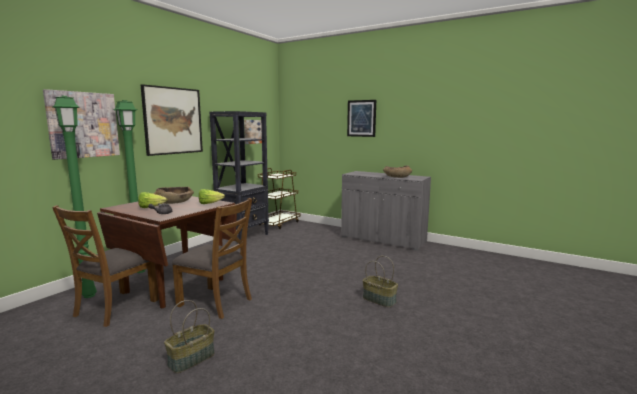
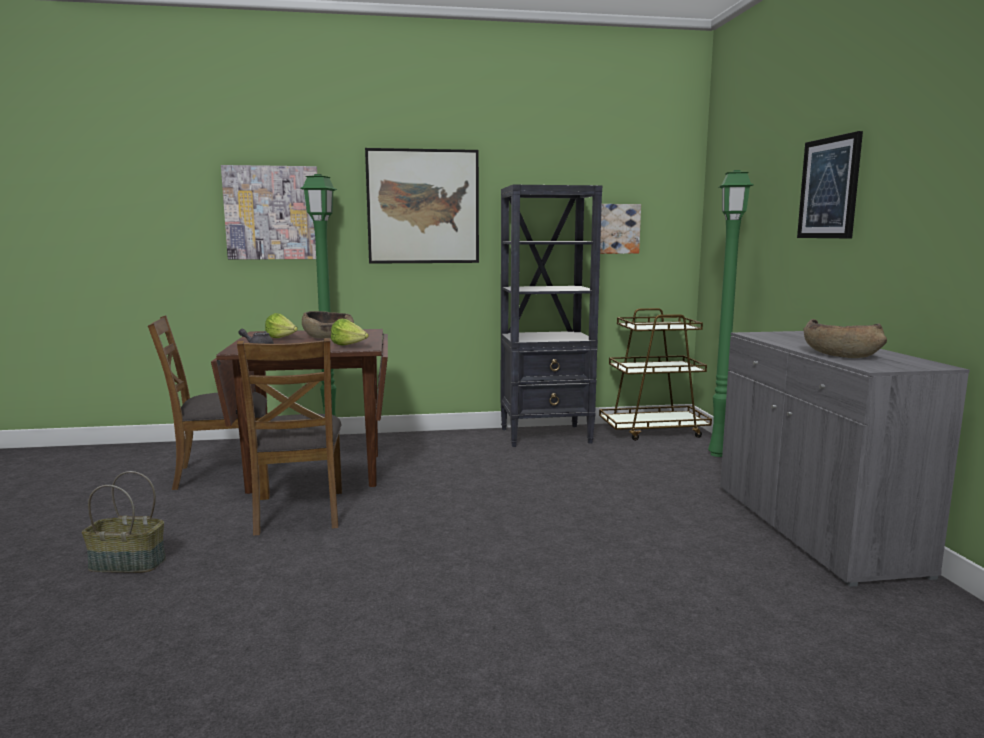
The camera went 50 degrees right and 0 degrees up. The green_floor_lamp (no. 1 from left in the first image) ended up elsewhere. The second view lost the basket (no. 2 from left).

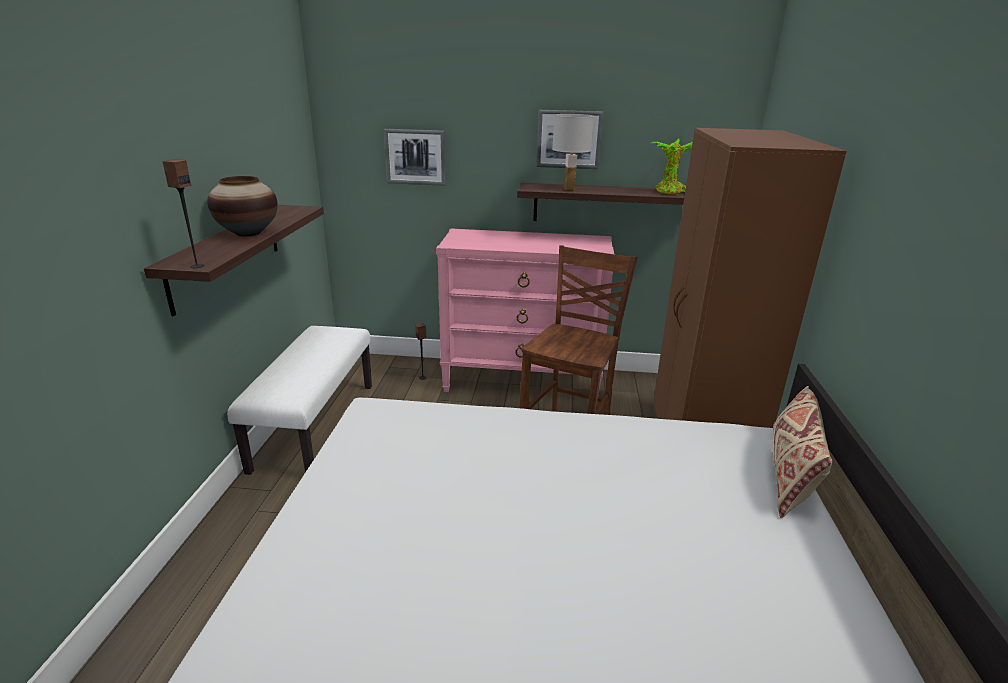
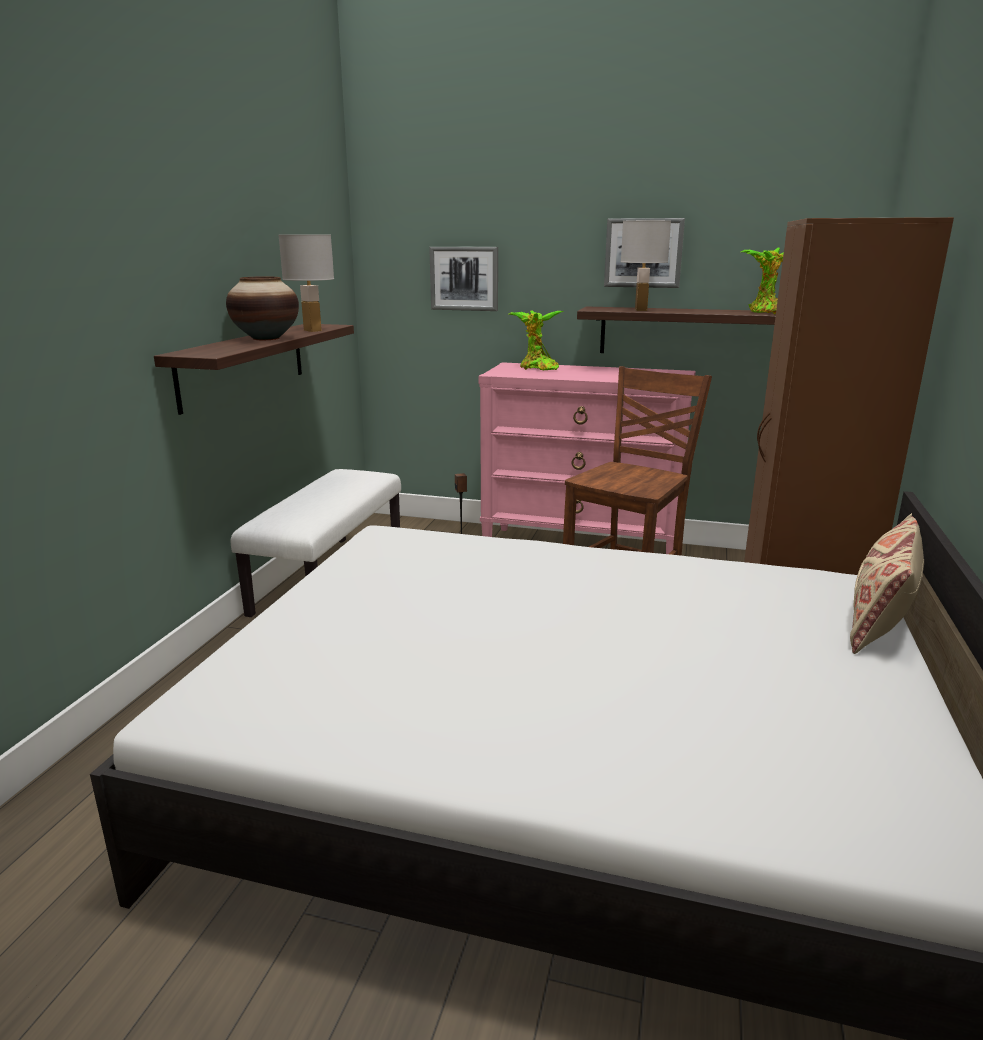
The camera went 10 degrees right and 5 degrees down. The second view lost the speaker (no. 1 from left). The second view gained the white_table_lamp (no. 1 from left). The second view gained the potted_plant (no. 1 from left).

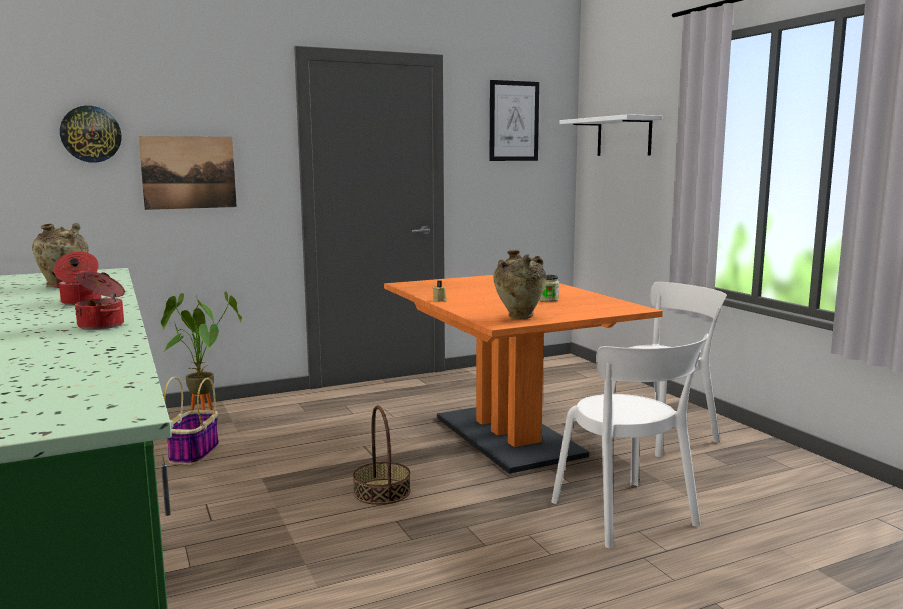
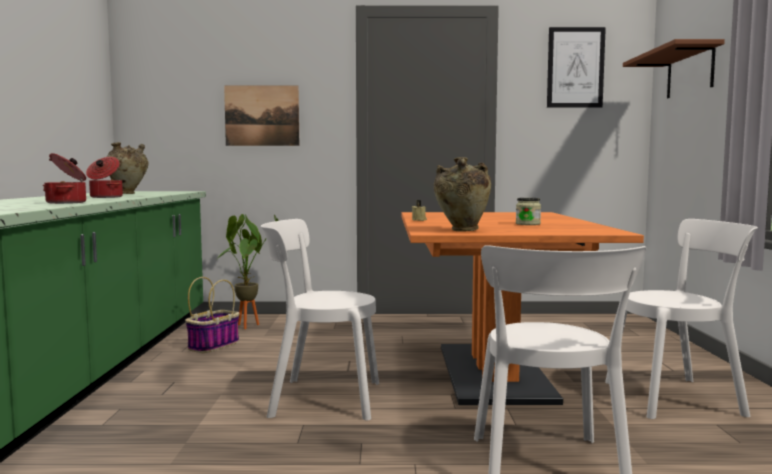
The camera went 25 degrees right and 5 degrees down. The second view lost the wall_clock. What was the white_shelf turned into the brown_shelf. Where the basket (no. 2 from left) stood, the white_chair (no. 1 from left) came to stand.

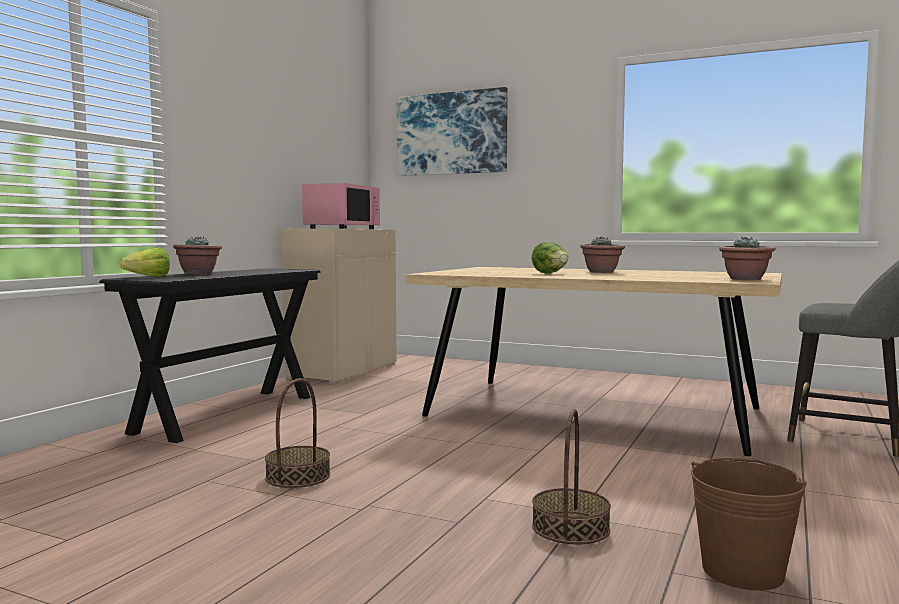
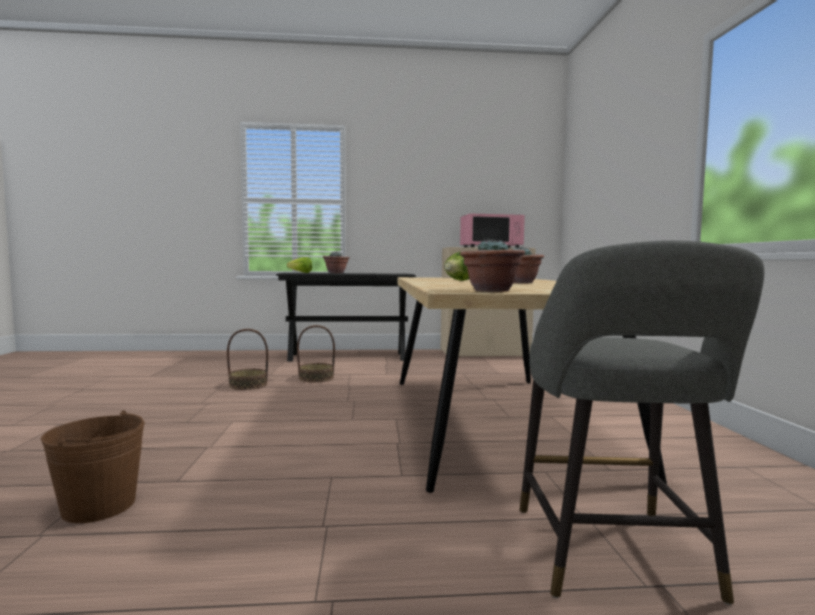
The camera went 60 degrees right and 0 degrees up. The second view lost the picture. The basket (no. 2 from left) ended up elsewhere.

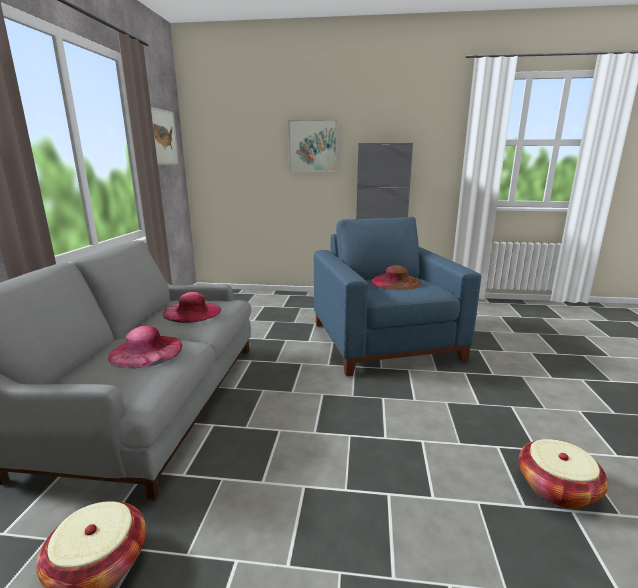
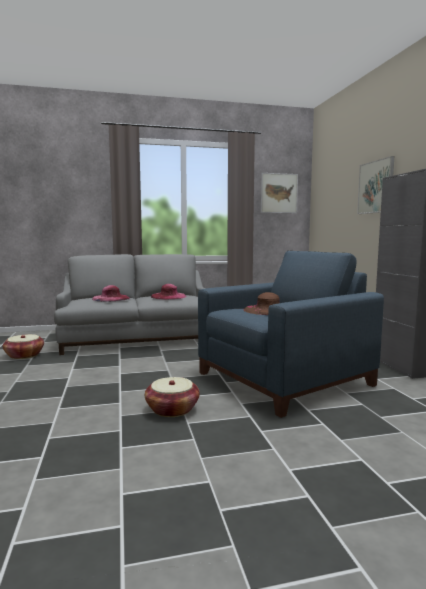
The camera went 70 degrees right and 10 degrees down. The basket (no. 2 from left) ended up elsewhere.

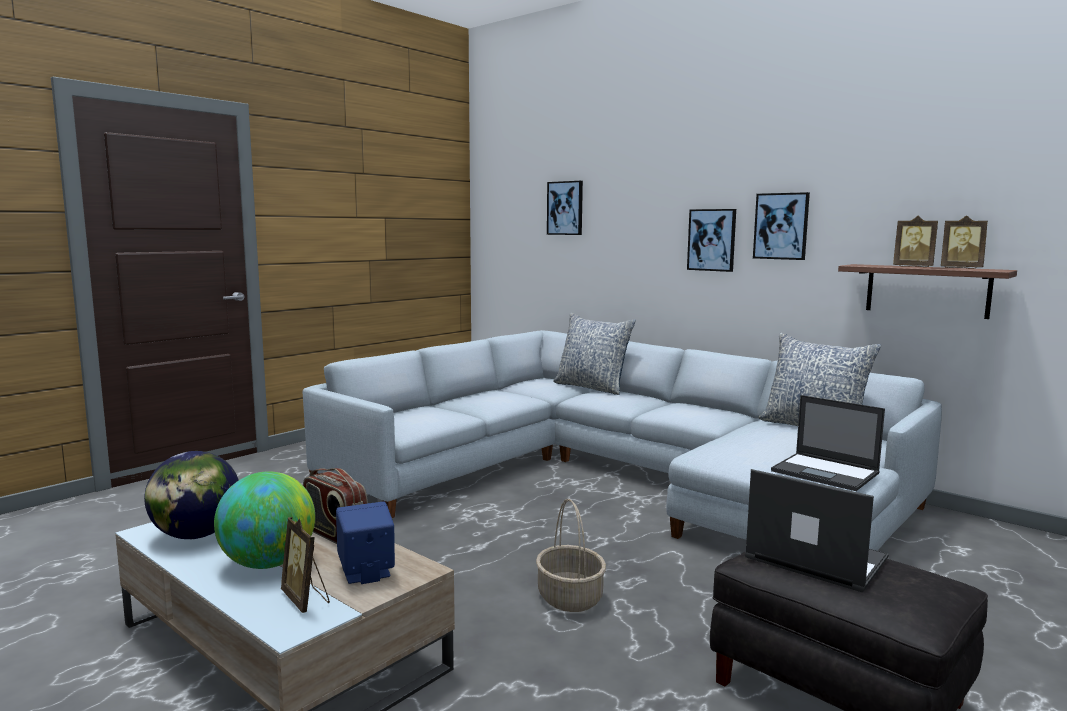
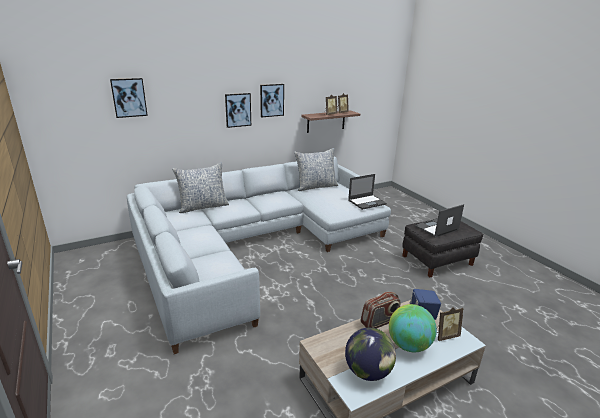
The camera went 70 degrees left and 15 degrees up. The second view lost the basket.

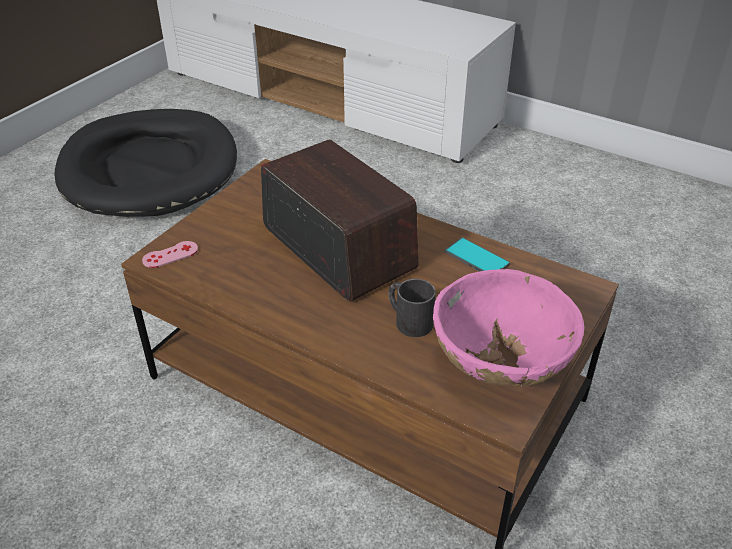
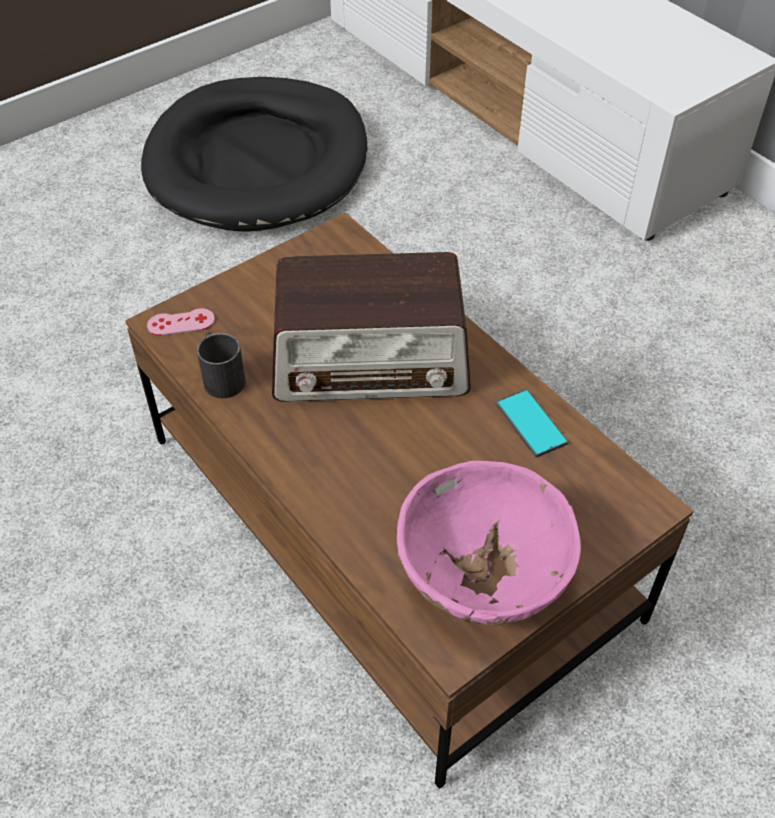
The camera went 20 degrees right and 10 degrees up. The radio ended up facing another way, 105 degrees clockwise from before. The black_mug ended up elsewhere.

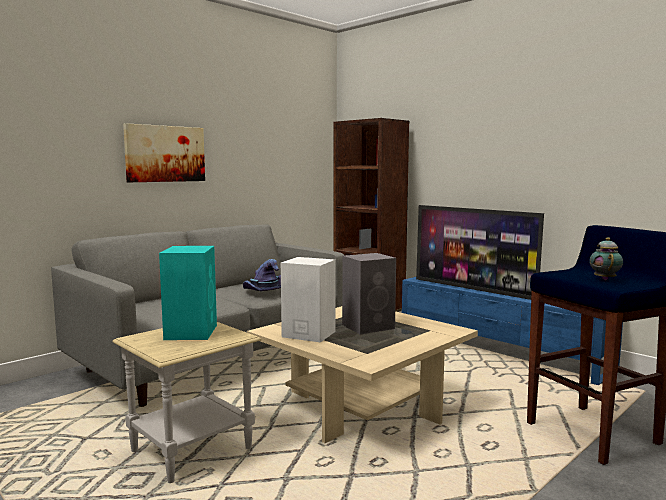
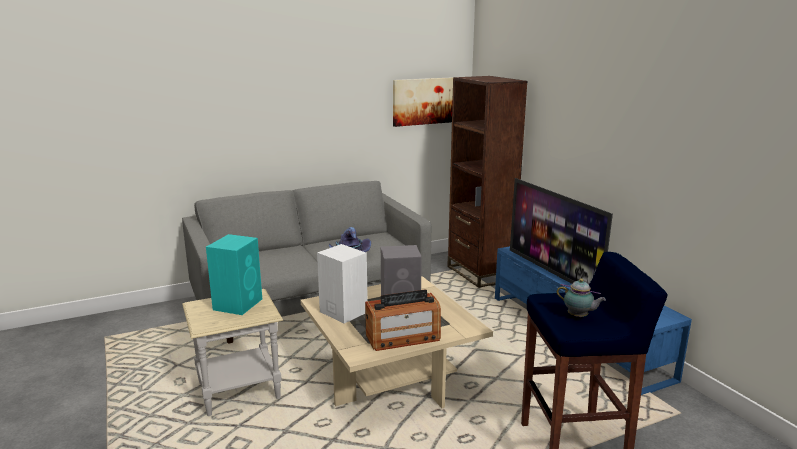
The camera went 20 degrees right and 10 degrees up. The picture ended up elsewhere. The teapot ended up facing another way, 90 degrees clockwise from before. The second view gained the radio.

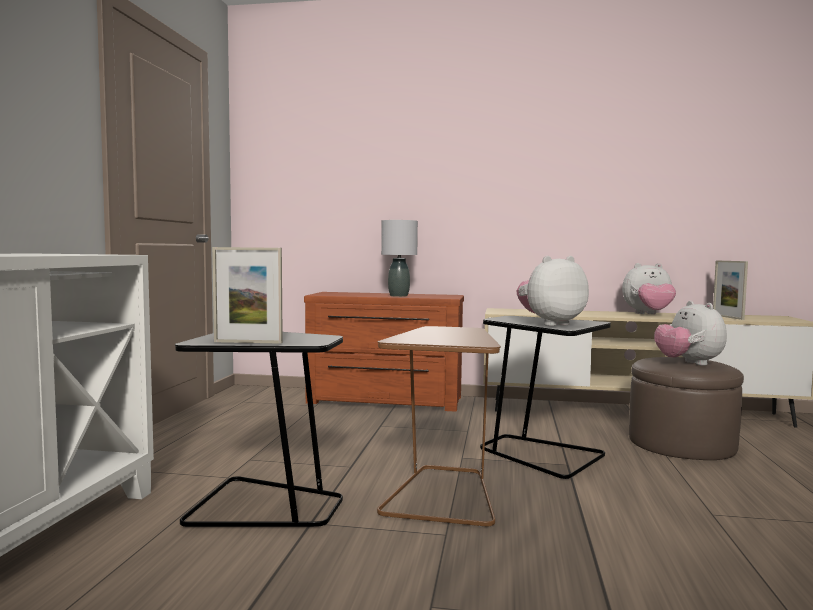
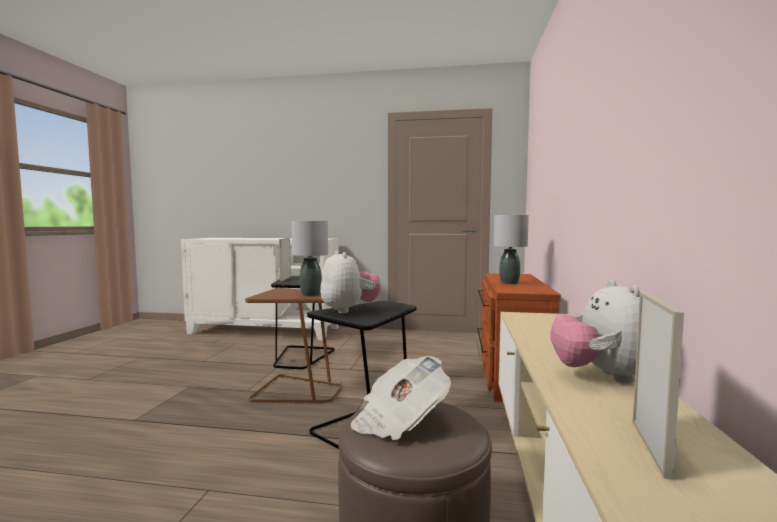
The camera went 90 degrees right and 0 degrees up. The picture_frame (no. 2 from left) ended up facing another way, 120 degrees clockwise from before. Where the plush_toy (no. 3 from left) stood, the newspaper came to stand. The second view gained the grey_table_lamp (no. 1 from left).

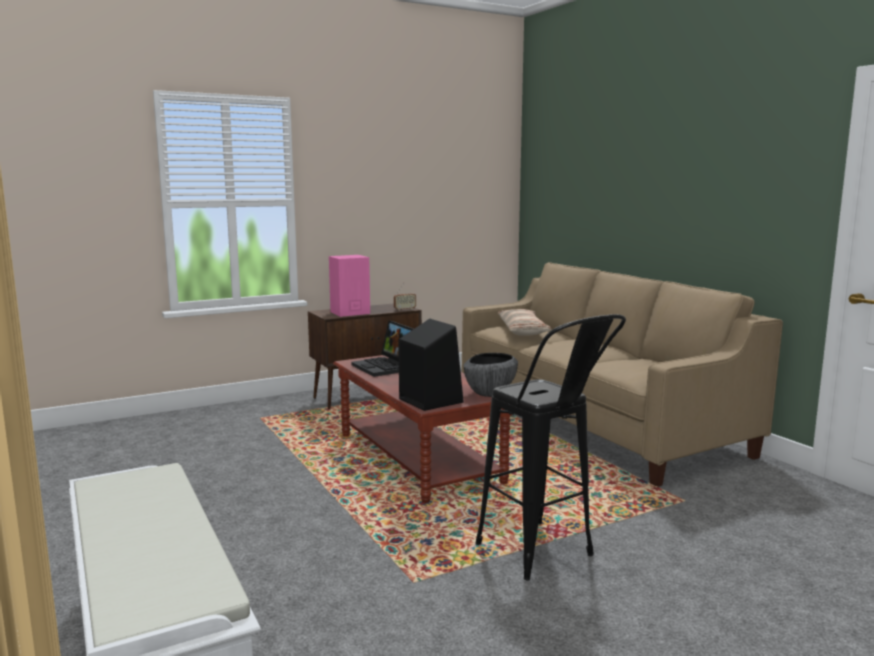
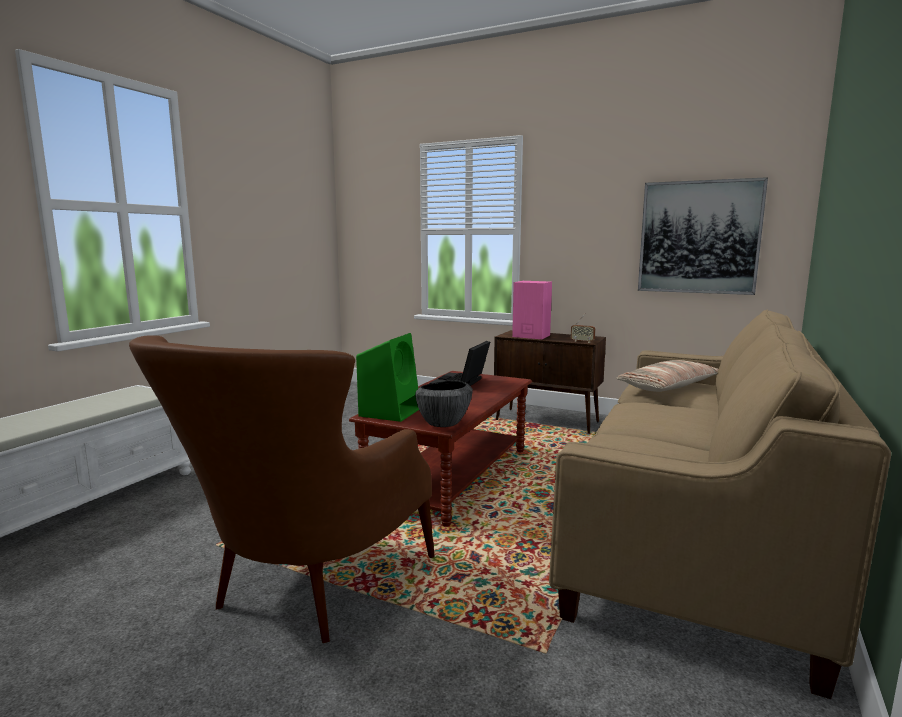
The camera went 55 degrees right and 0 degrees up. Where the black_stool stood, the brown_armchair came to stand. What was the black_speaker turned into the green_speaker. The second view gained the picture.

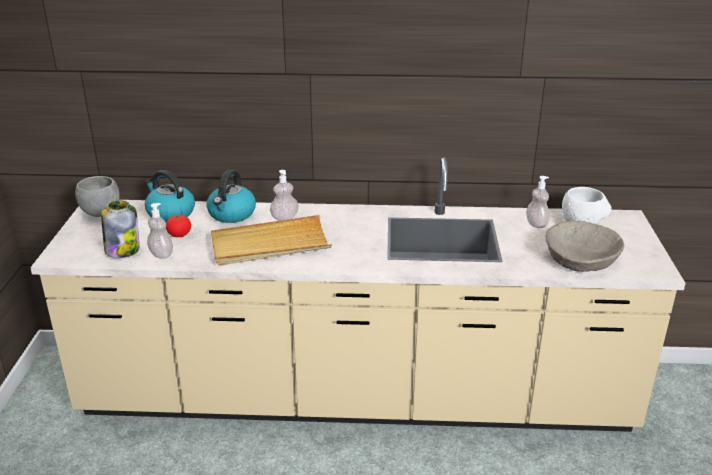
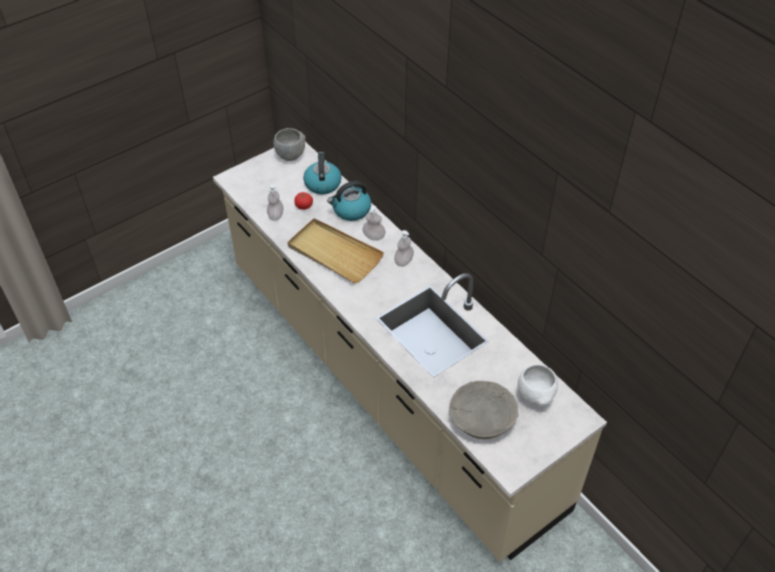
The camera went 50 degrees right and 20 degrees up. The soap_dispenser (no. 3 from left) ended up elsewhere. The second view lost the jar.

